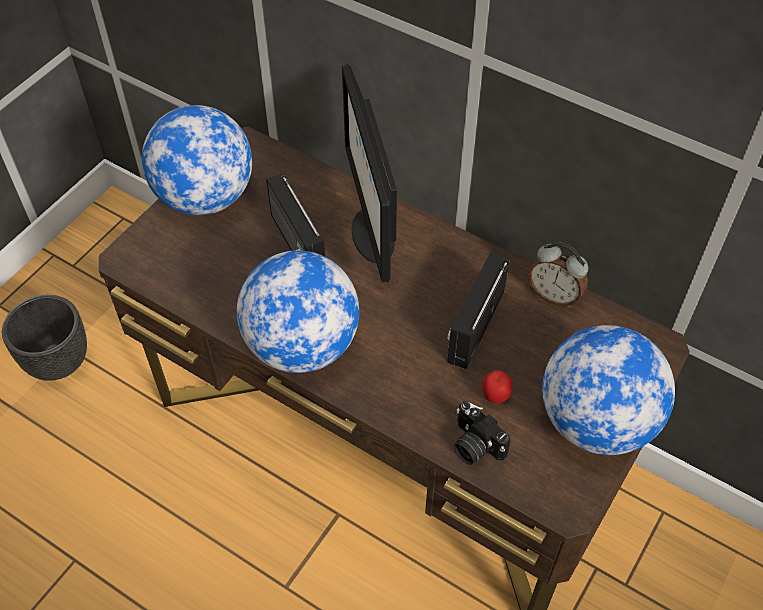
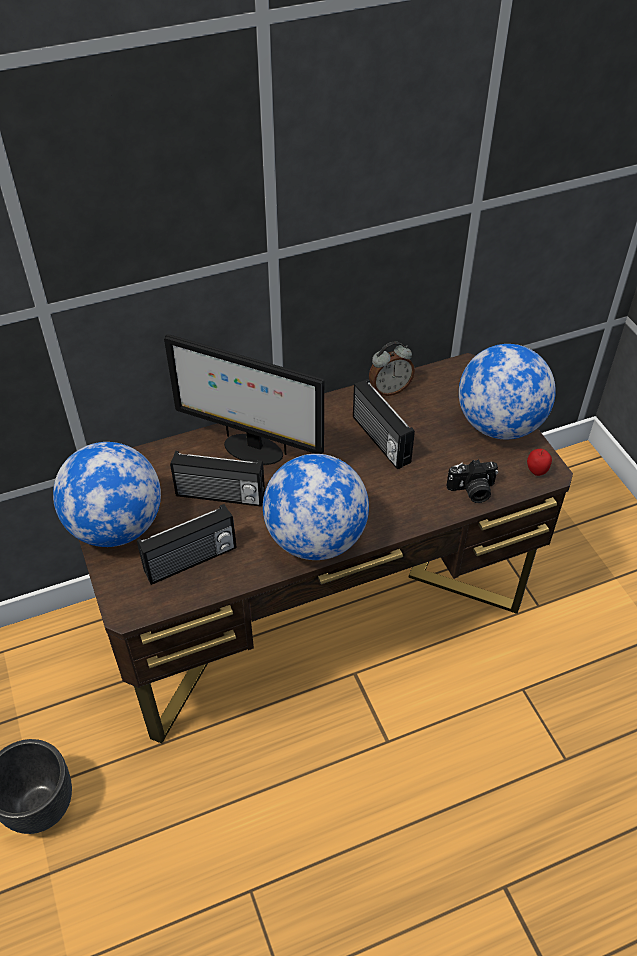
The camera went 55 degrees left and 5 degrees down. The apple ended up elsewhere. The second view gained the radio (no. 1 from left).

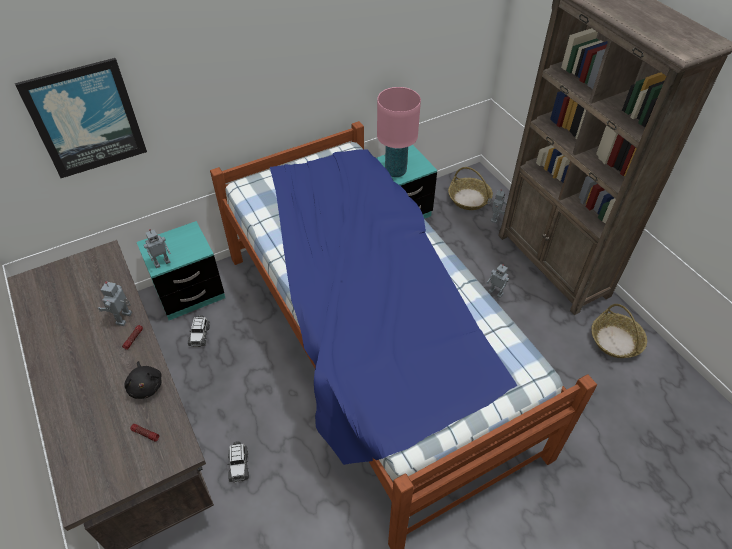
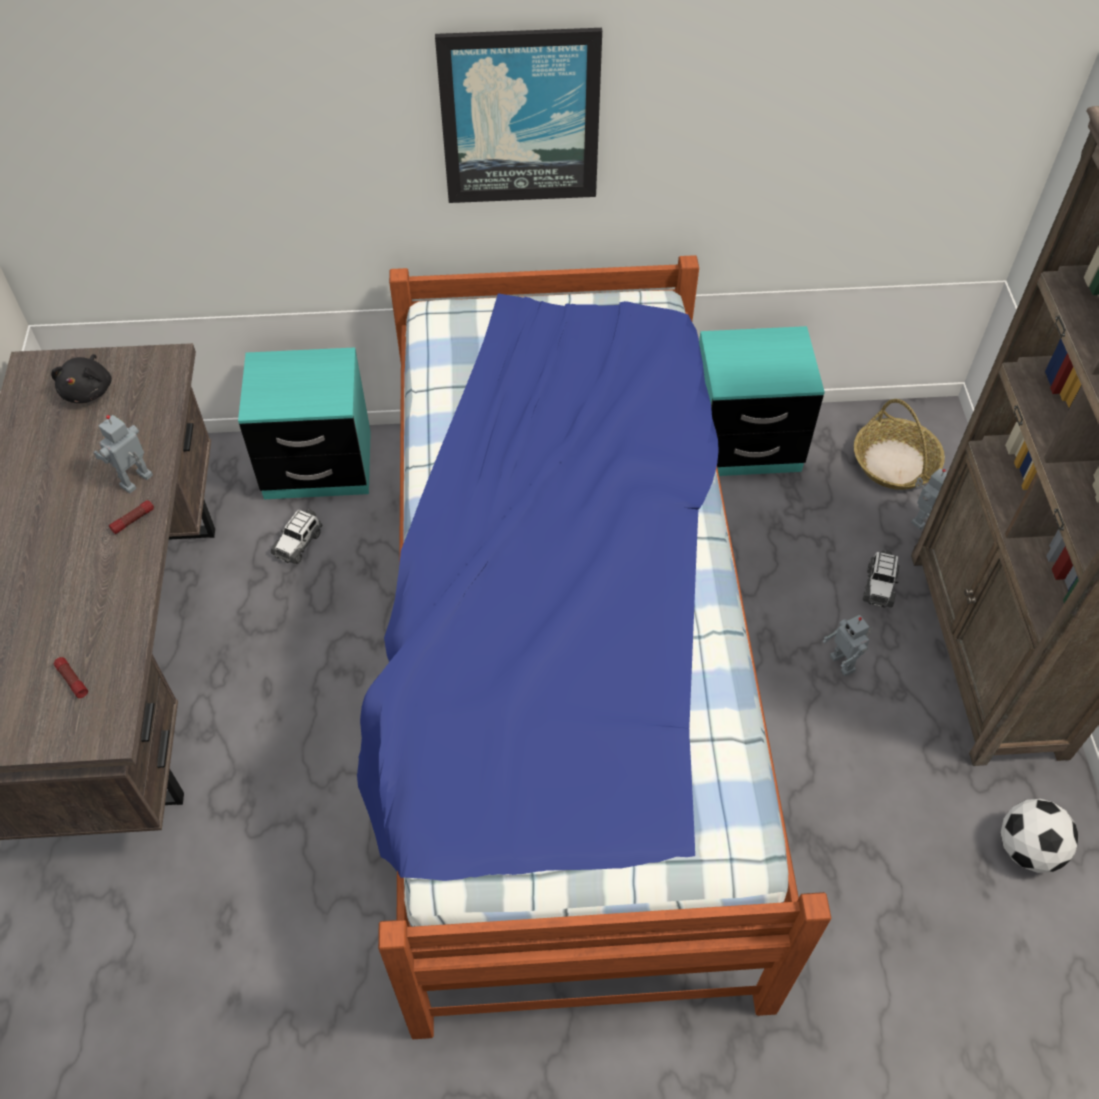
The camera went 25 degrees right and 5 degrees up. The picture ended up elsewhere. The second view lost the pink_table_lamp. The second view lost the toy_robot (no. 2 from left). Where the basket (no. 2 from left) stood, the football came to stand. The black_plush_toy ended up elsewhere. The toy_car (no. 2 from left) ended up elsewhere.

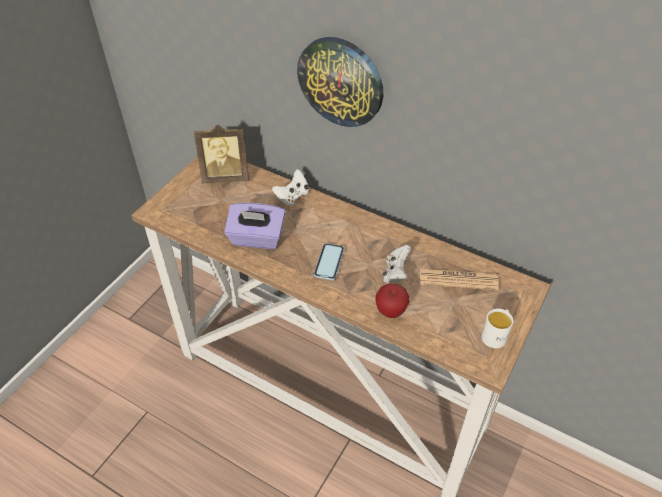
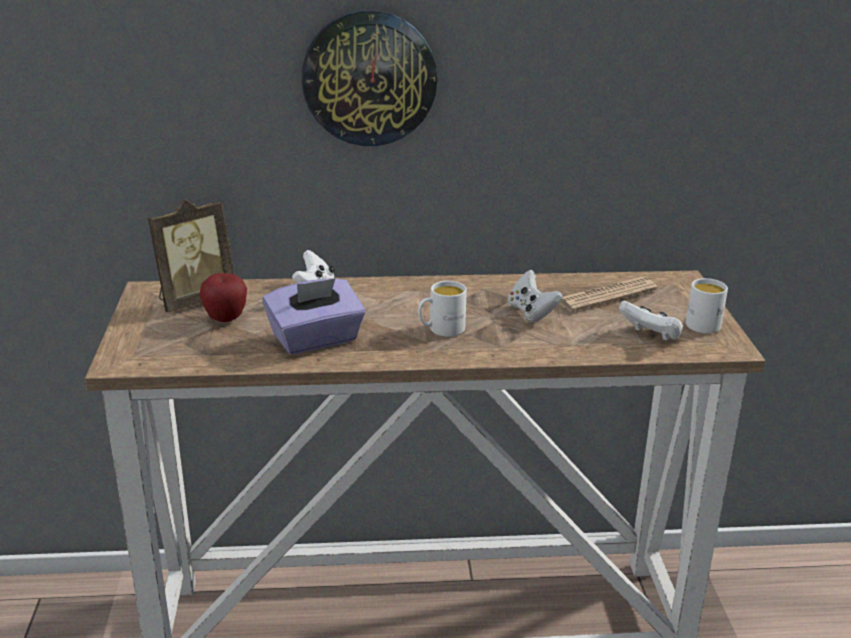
The camera went 35 degrees left and 20 degrees down. Where the phone stood, the white_mug (no. 1 from left) came to stand. The apple ended up elsewhere. The second view gained the white_game_controller (no. 3 from left).

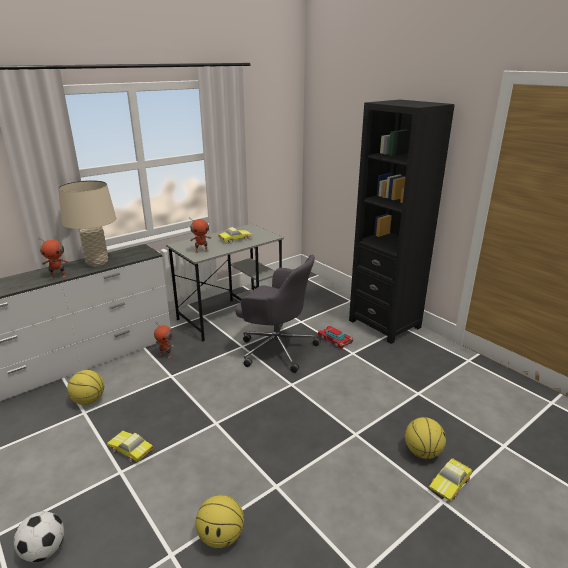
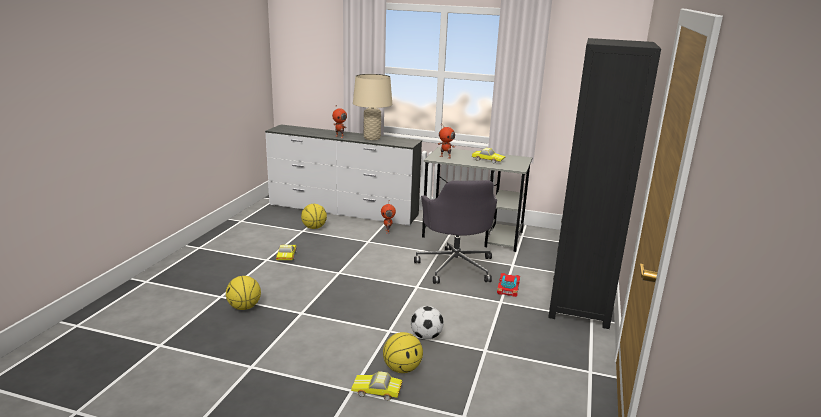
The camera went 55 degrees right and 5 degrees down. The football ended up elsewhere.

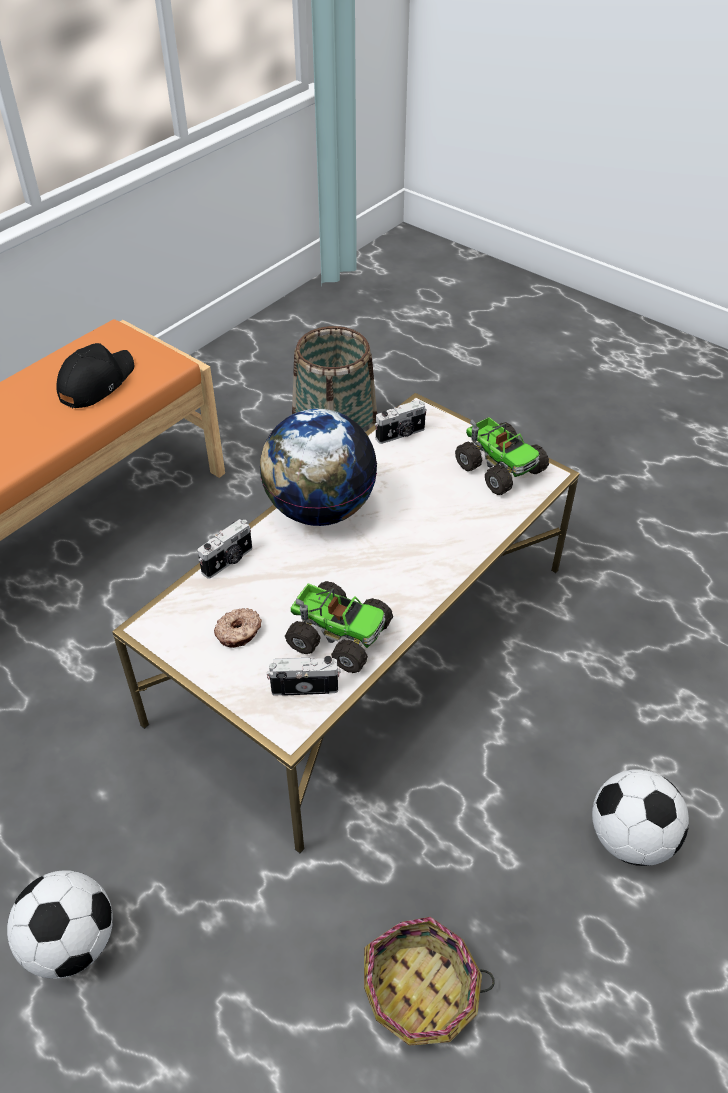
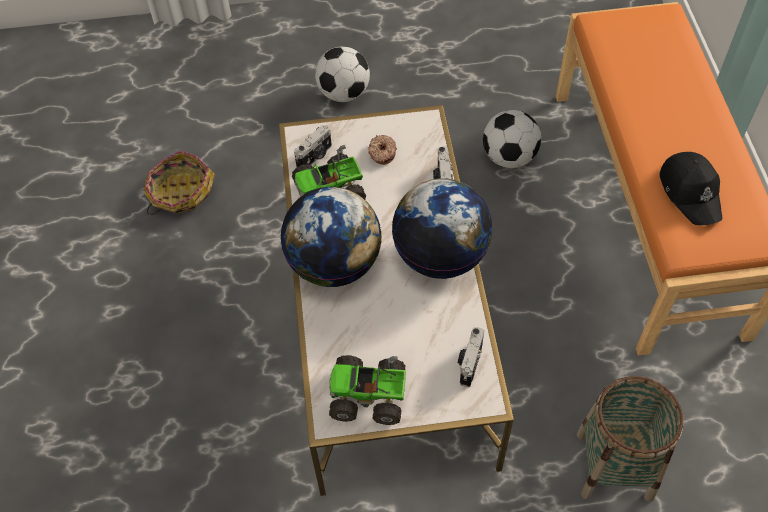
The camera went 135 degrees right and 10 degrees up. The football (no. 2 from left) ended up elsewhere. The second view gained the globe (no. 1 from left).

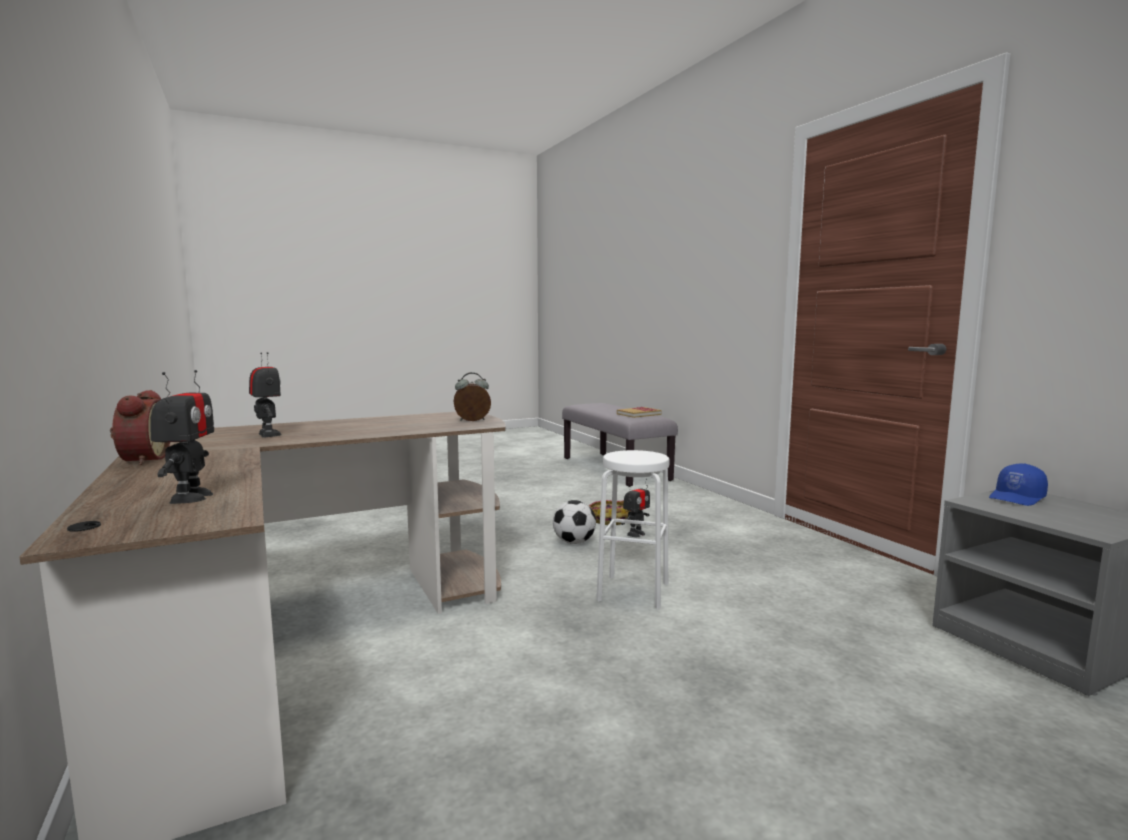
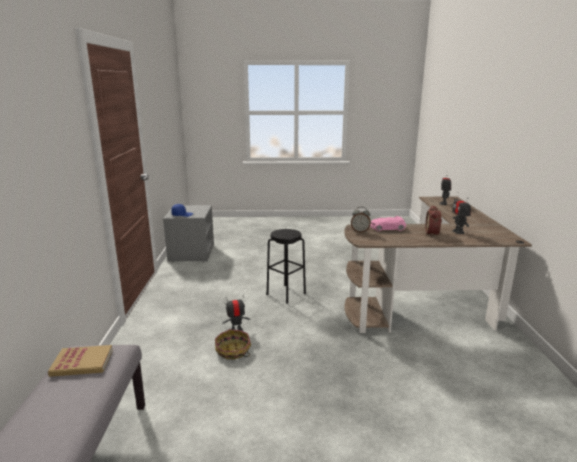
The camera went 155 degrees left and 10 degrees up. The alarm_clock (no. 1 from left in the first image) ended up elsewhere. What was the white_stool turned into the black_stool. The second view lost the football. The second view gained the pink_toy_car.

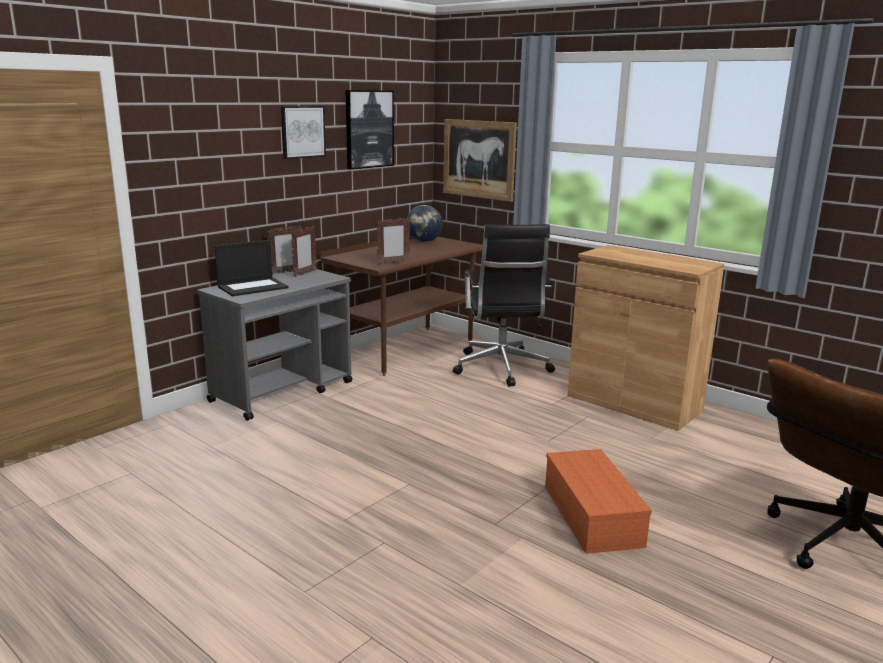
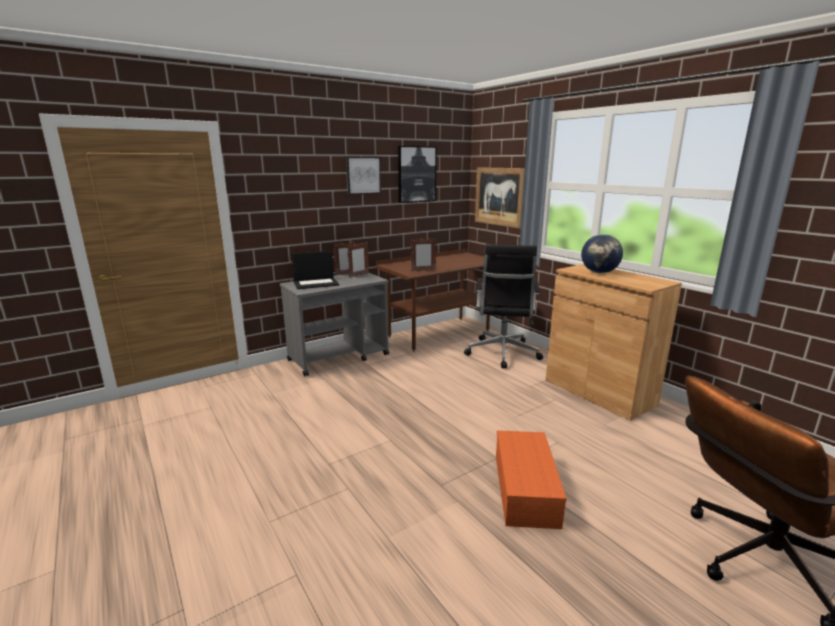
The camera went 15 degrees right and 0 degrees up. The globe ended up elsewhere.

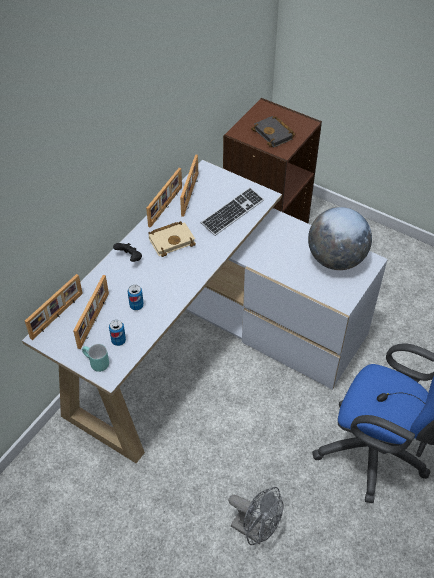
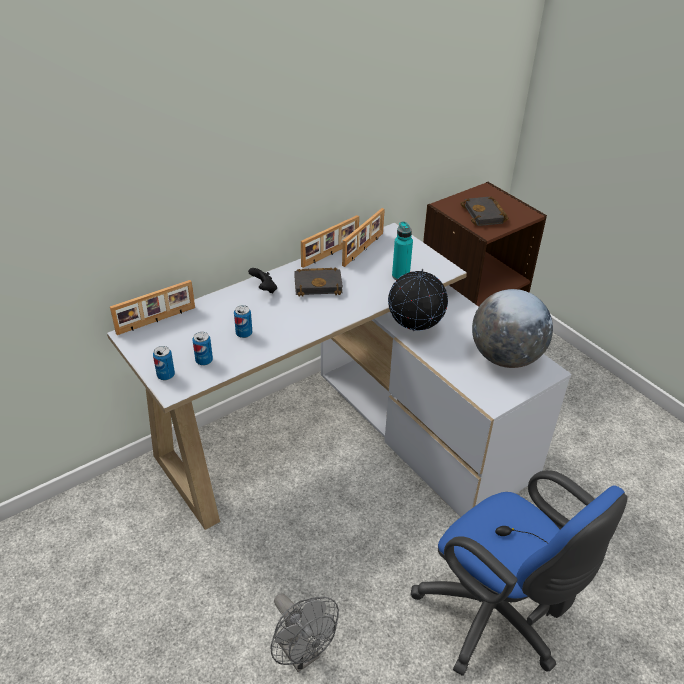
The camera went 20 degrees right and 10 degrees down. Where the keyboard stood, the turquoise_bottle came to stand. What was the beige_book turned into the black_book (no. 1 from left). The second view lost the picture_frame (no. 2 from left). Where the turquoise_mug stood, the can (no. 1 from left) came to stand. The second view gained the globe (no. 1 from left).

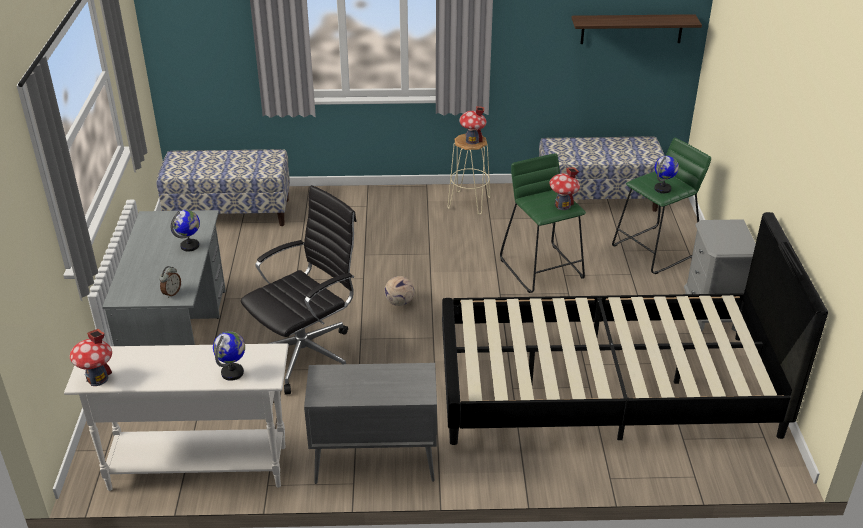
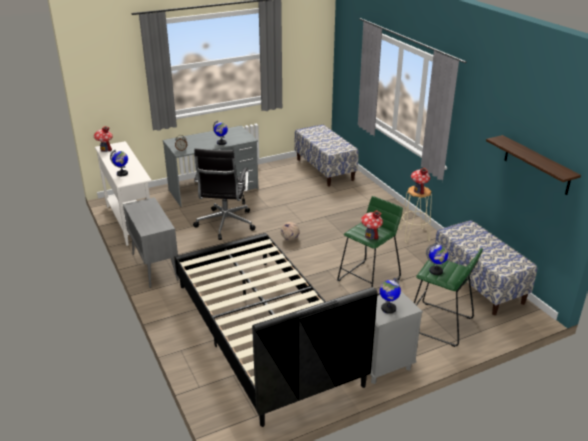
The camera went 65 degrees right and 5 degrees down. The black_office_chair ended up facing another way, 75 degrees clockwise from before. The second view gained the globe (no. 3 from left).

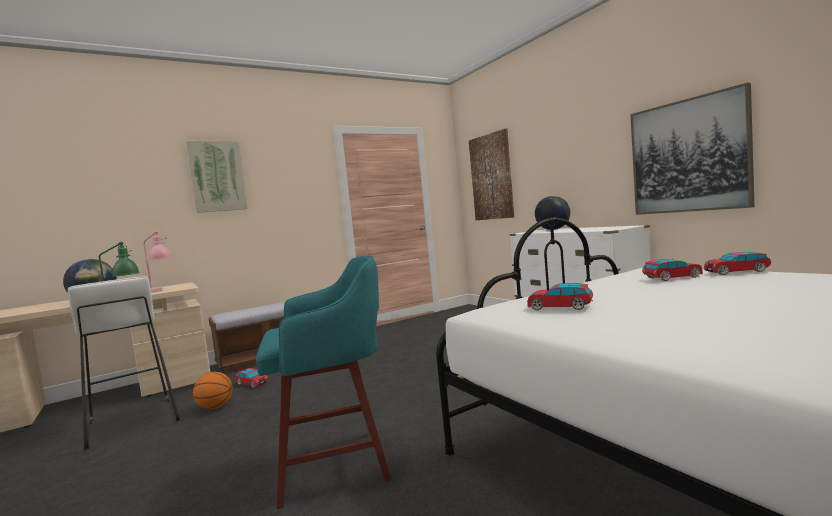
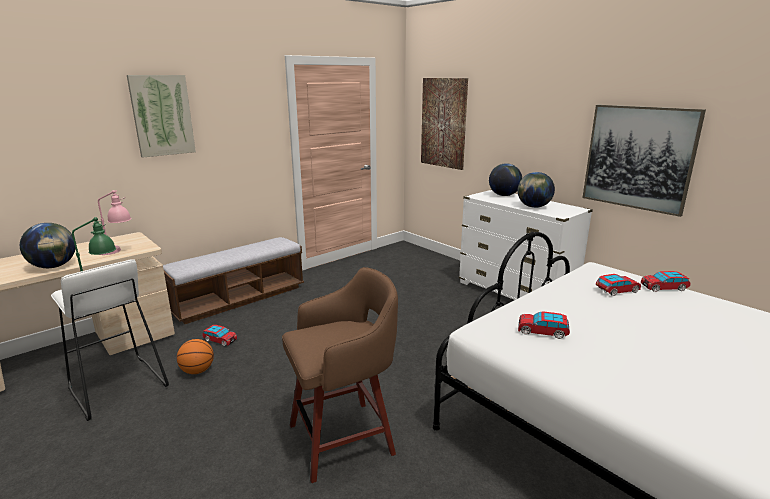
The camera went 10 degrees left and 15 degrees up. What was the turquoise_stool turned into the brown_stool. The second view gained the globe (no. 3 from left).

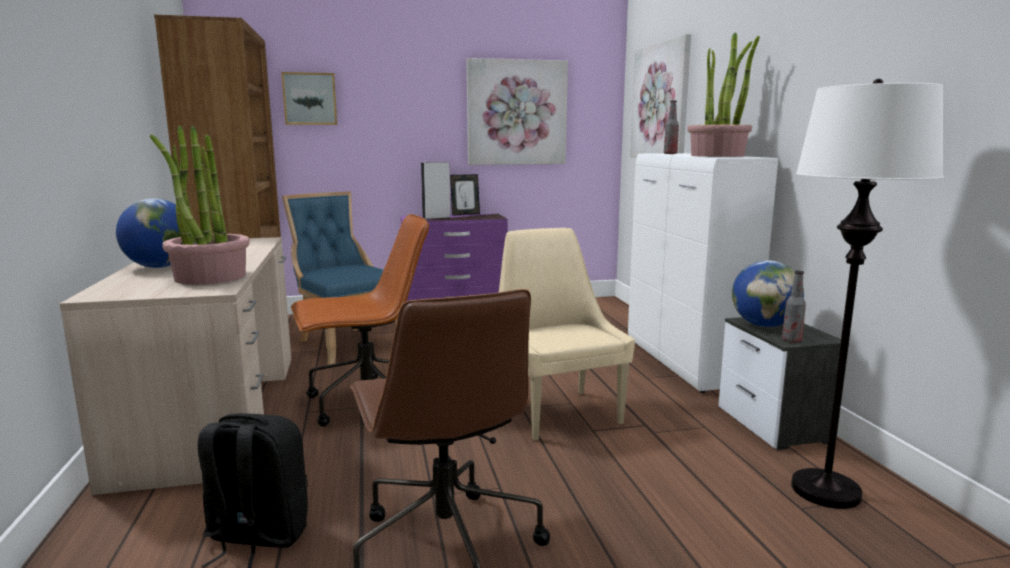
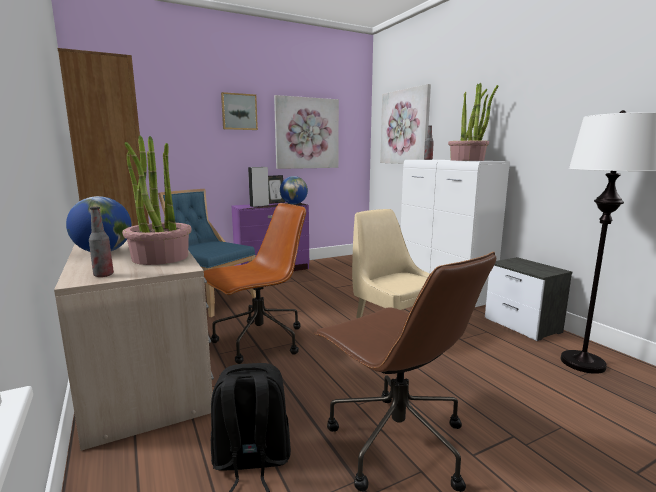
The camera went 15 degrees left and 0 degrees up. The picture (no. 1 from left) ended up elsewhere. The globe (no. 2 from left) ended up elsewhere. The bottle (no. 2 from left in the first image) ended up elsewhere.

